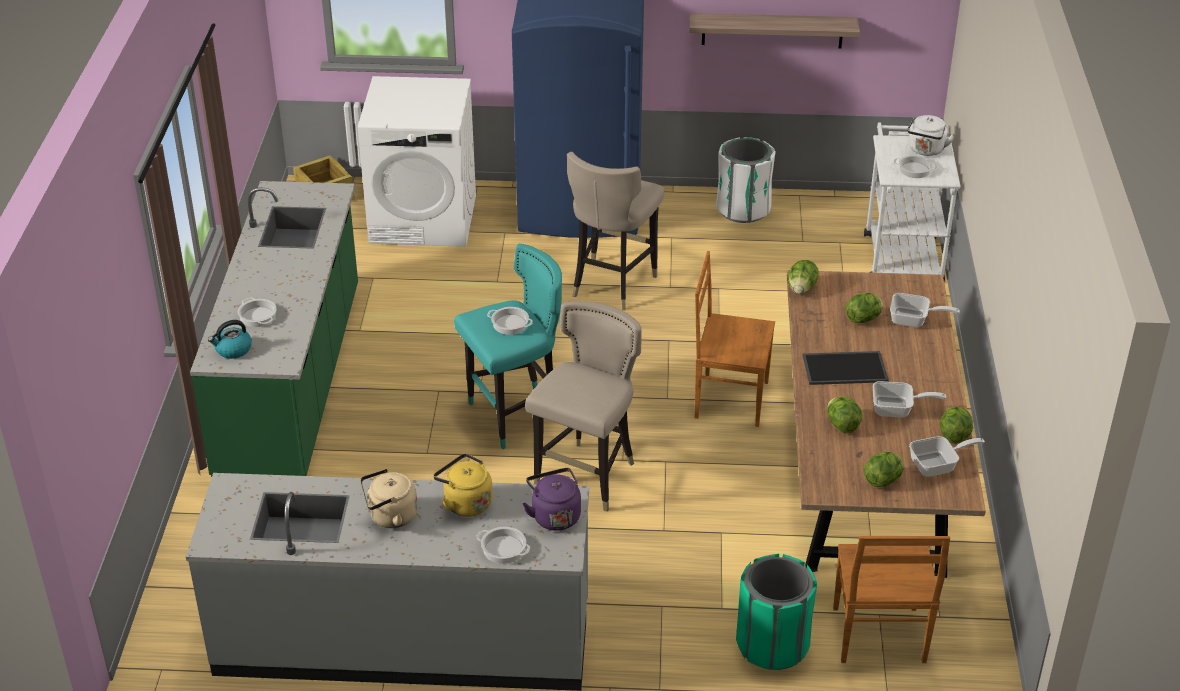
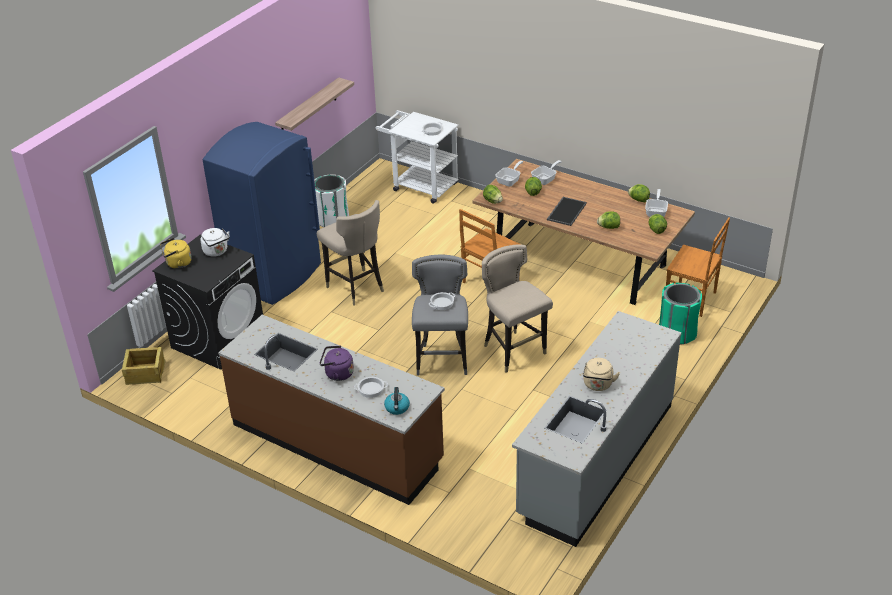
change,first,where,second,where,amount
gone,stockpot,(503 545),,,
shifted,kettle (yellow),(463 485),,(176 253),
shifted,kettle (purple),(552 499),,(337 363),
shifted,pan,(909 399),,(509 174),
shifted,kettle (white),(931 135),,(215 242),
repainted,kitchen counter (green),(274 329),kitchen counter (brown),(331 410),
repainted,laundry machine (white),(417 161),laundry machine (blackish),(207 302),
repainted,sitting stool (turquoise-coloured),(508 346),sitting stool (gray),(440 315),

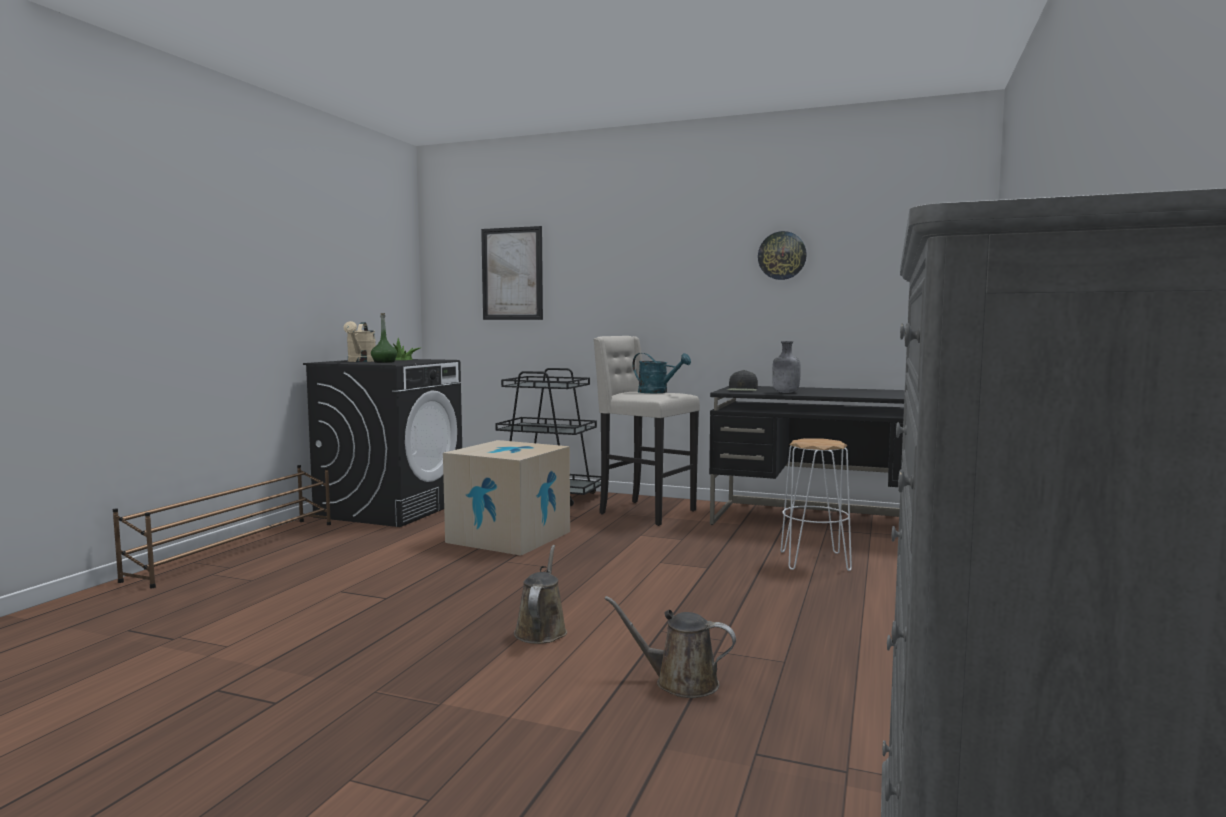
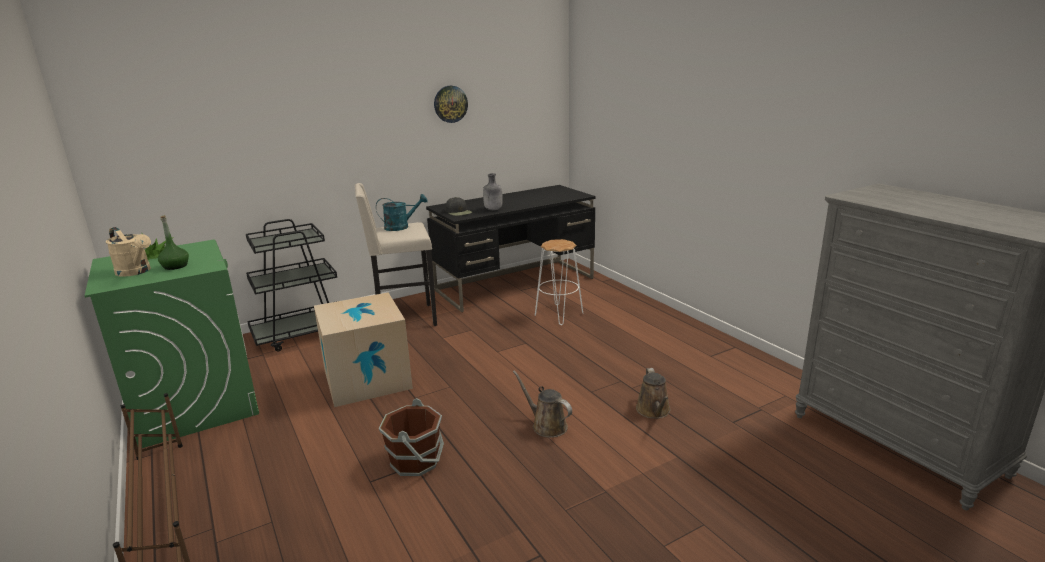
change,first,where,second,where,amount
gone,wall art,(512 273),,,
new,,,bucket (brown),(411 437),
repainted,laundry machine (blackish),(382 443),laundry machine (green),(172 344),
rotated,watering can (brown),(670 647),,(653 393),60 degrees counterclockwise

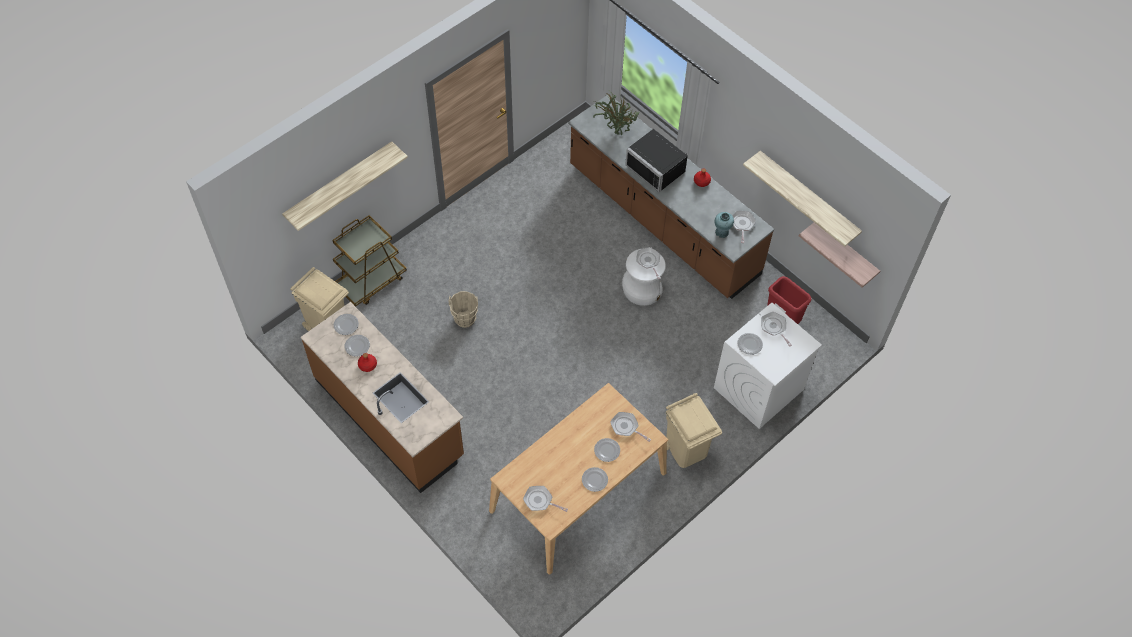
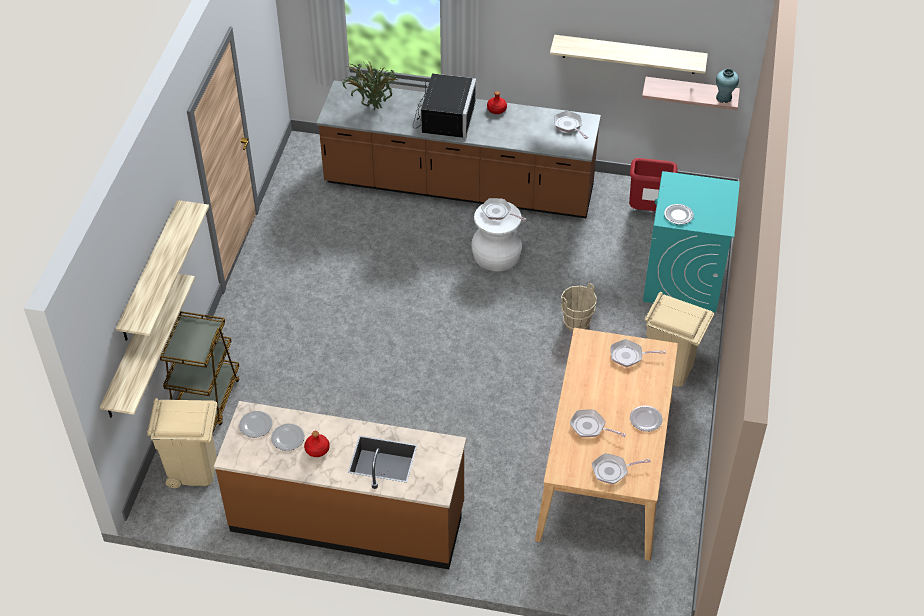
change,first,where,second,where,amount
gone,plate,(607 450),,,
new,,,shelf,(147 346),
shifted,bucket (beige-coloured),(463 309),,(579 307),
shifted,vase (turquoise-coloured),(724 225),,(727 86),
shifted,pan,(776 329),,(598 423),
repainted,laundry machine (white),(768 366),laundry machine (turquoise-coloured),(691 241),
rotated,microwave (blackish),(656 160),,(444 106),90 degrees counterclockwise

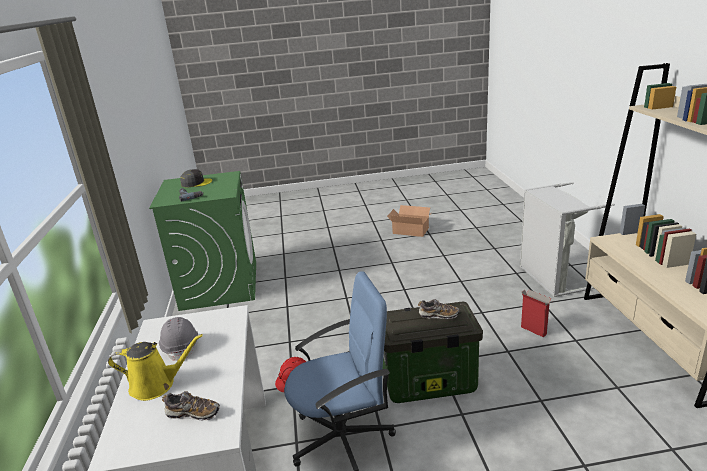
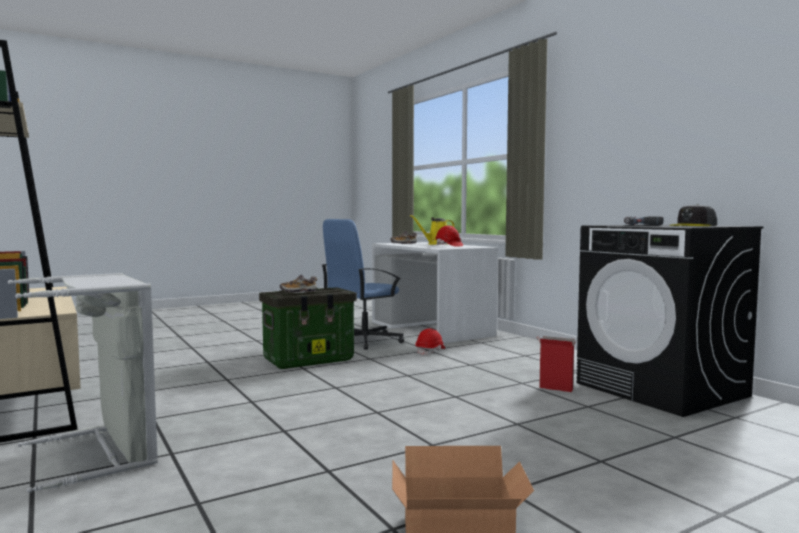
change,first,where,second,where,amount
shifted,carton,(536 313),,(556 364),
repainted,laundry machine (green),(202 241),laundry machine (blackish),(670 321),
repainted,work helmet (gray),(178 339),work helmet (red-coloured),(449 236),

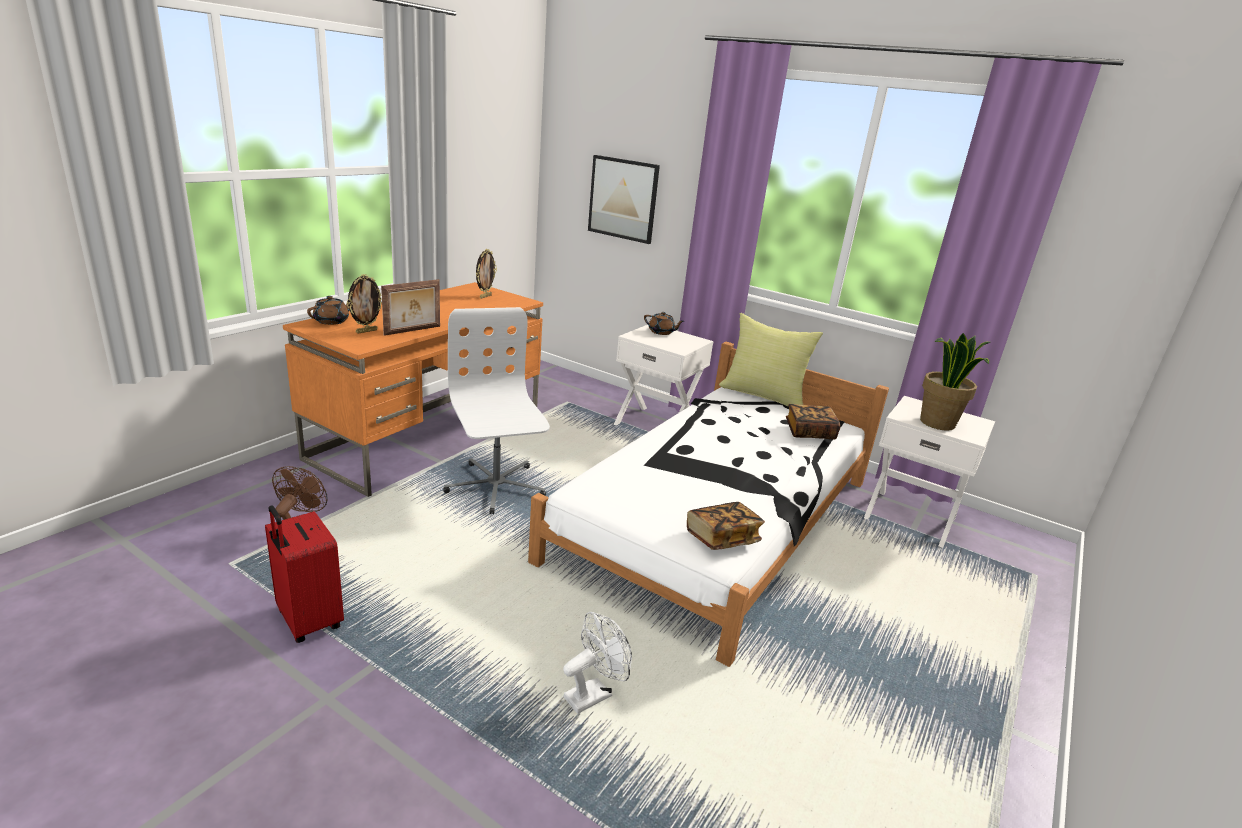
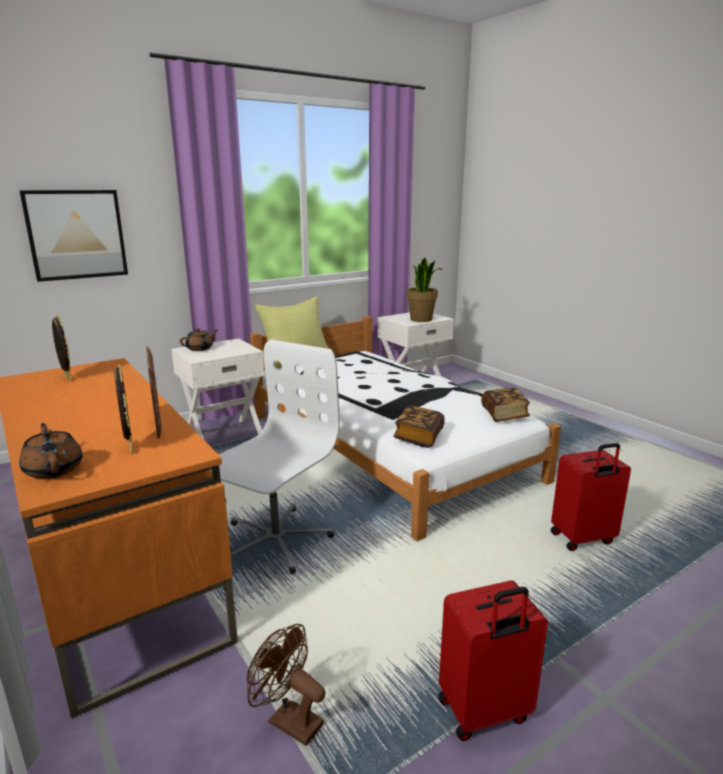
change,first,where,second,where,amount
shifted,bound book,(813 421),,(419 427),
swapped,fan (white),(597 663),suitcase (red-coloured),(591 497),
rotated,office chair (white),(496 410),,(275 456),120 degrees clockwise

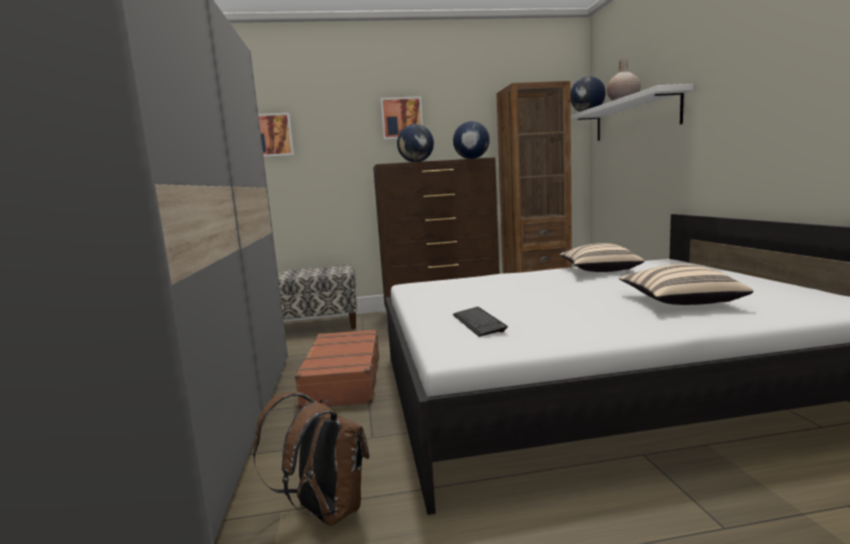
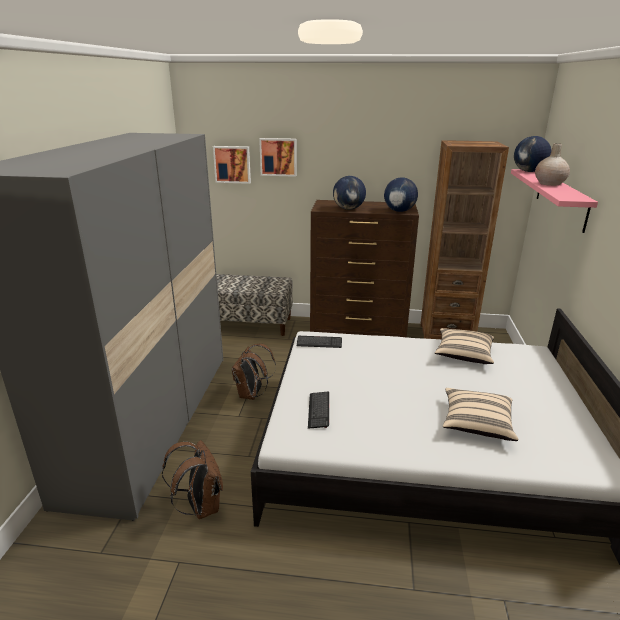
change,first,where,second,where,amount
new,,,PC keyboard,(319 342),
shifted,wall art,(402 118),,(278 157),
swapped,suitcase (brown),(336 369),backpack (brown),(254 372),
repainted,shelf (white),(632 112),shelf (pinkish),(554 201),

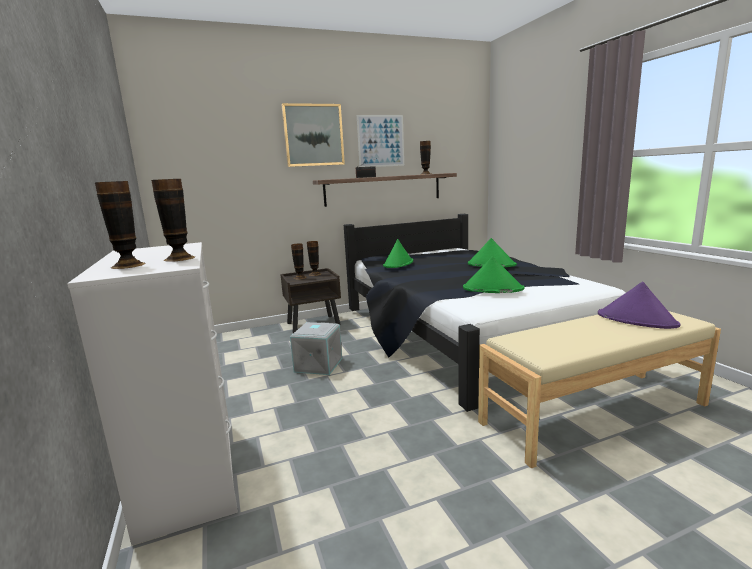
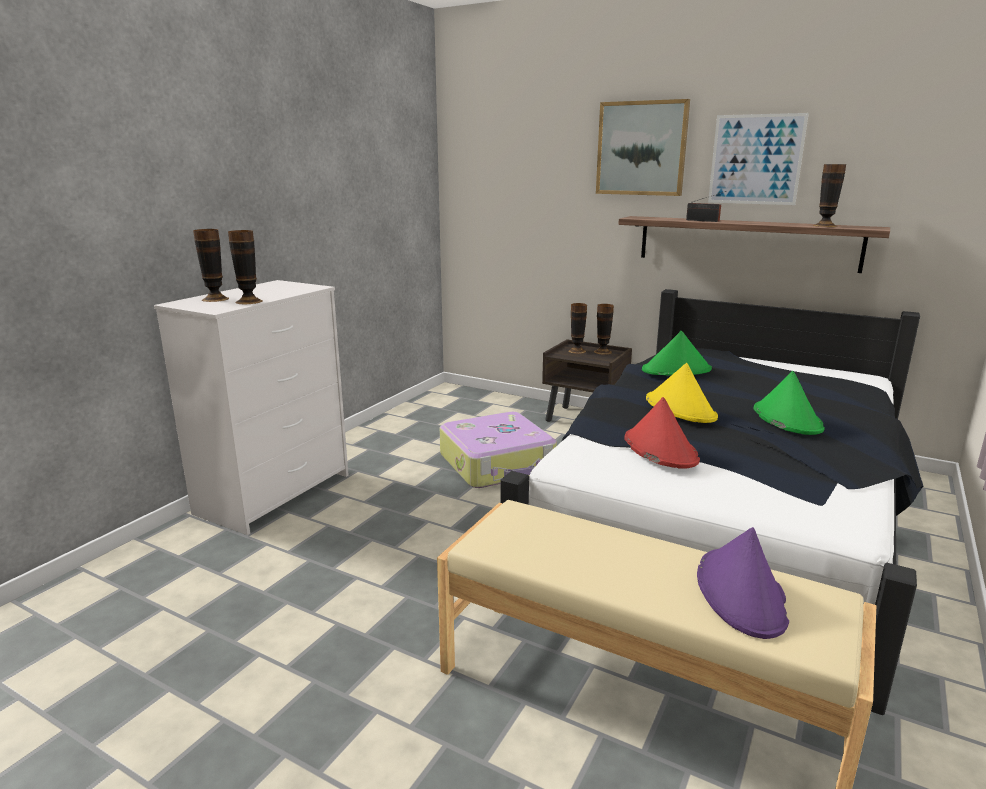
change,first,where,second,where,amount
new,,,hat (yellow),(682 393),
swapped,storage box (gray),(316 348),suitcase,(498 450),
repainted,hat (green),(494 274),hat (red-coloured),(662 433),

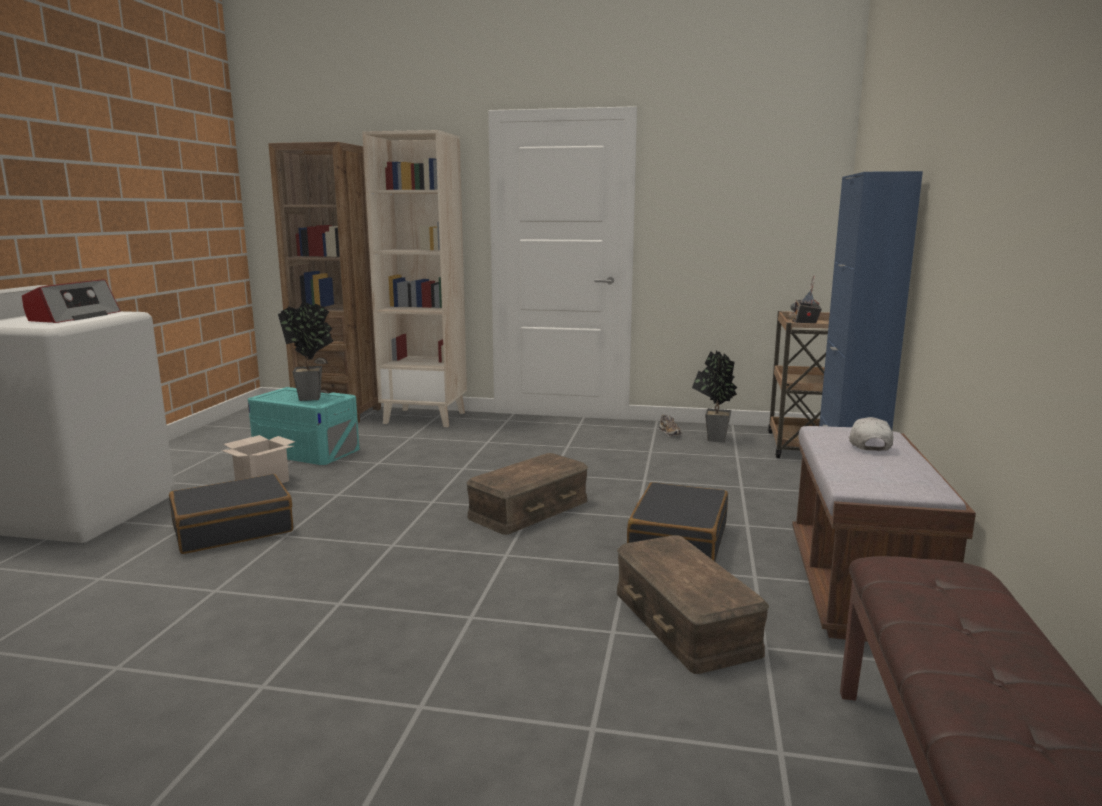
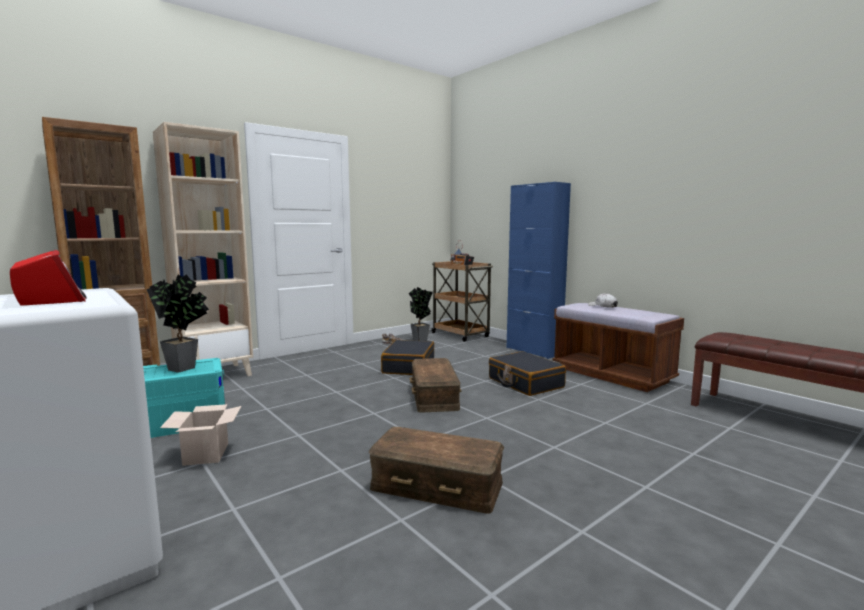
change,first,where,second,where,amount
shifted,suitcase (blackish),(231 514),,(407 357),
shifted,storage box (brown),(693 604),,(436 470),

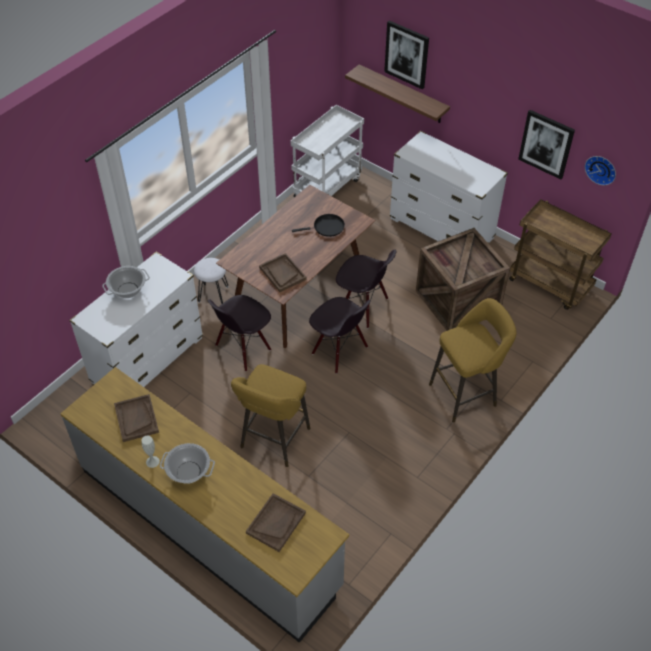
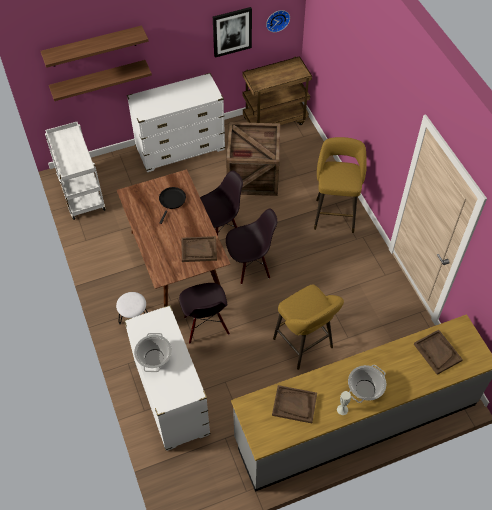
change,first,where,second,where,amount
swapped,wall art,(406 55),shelf,(95 46),

